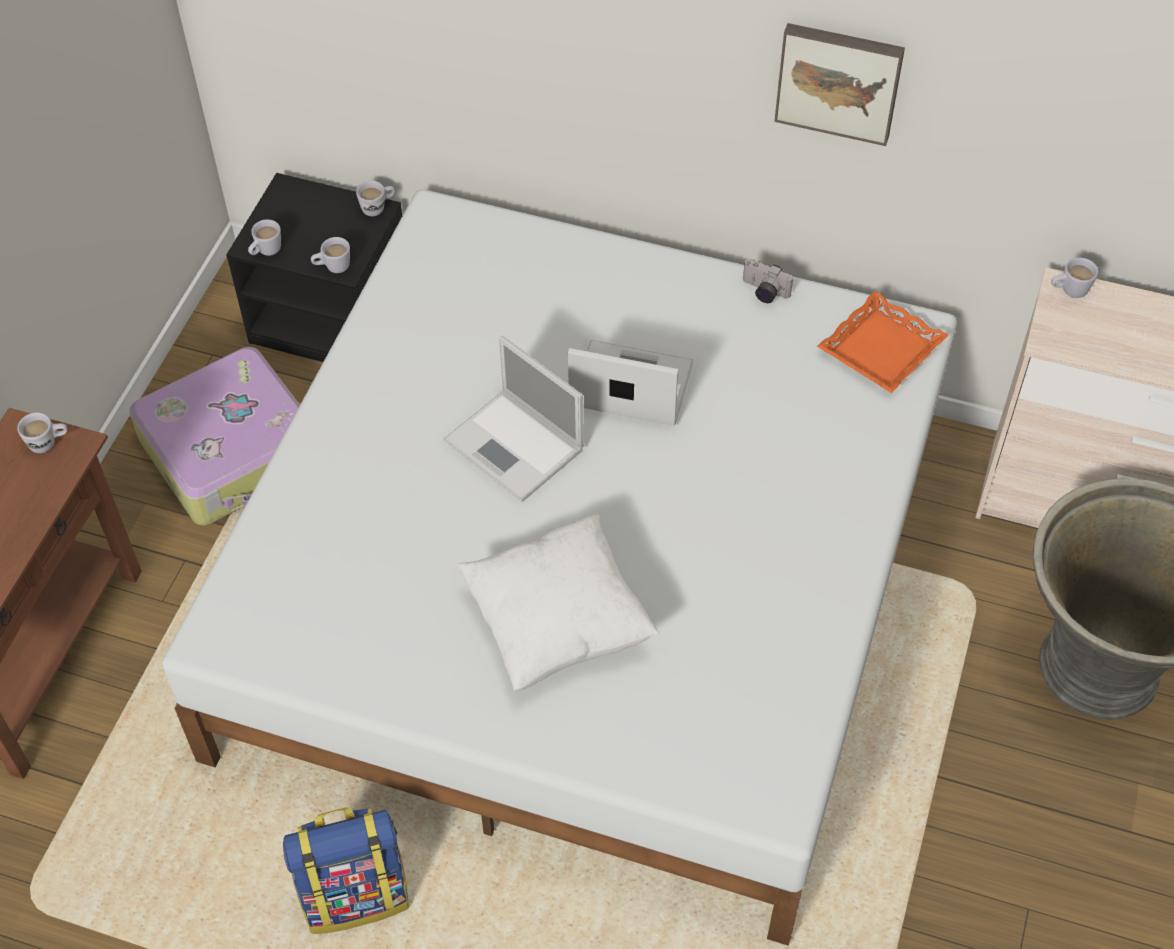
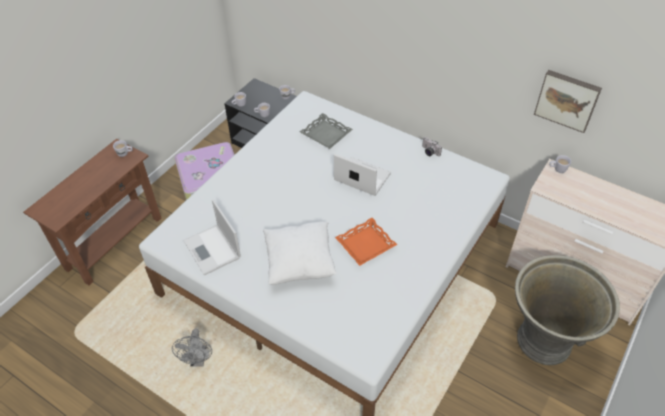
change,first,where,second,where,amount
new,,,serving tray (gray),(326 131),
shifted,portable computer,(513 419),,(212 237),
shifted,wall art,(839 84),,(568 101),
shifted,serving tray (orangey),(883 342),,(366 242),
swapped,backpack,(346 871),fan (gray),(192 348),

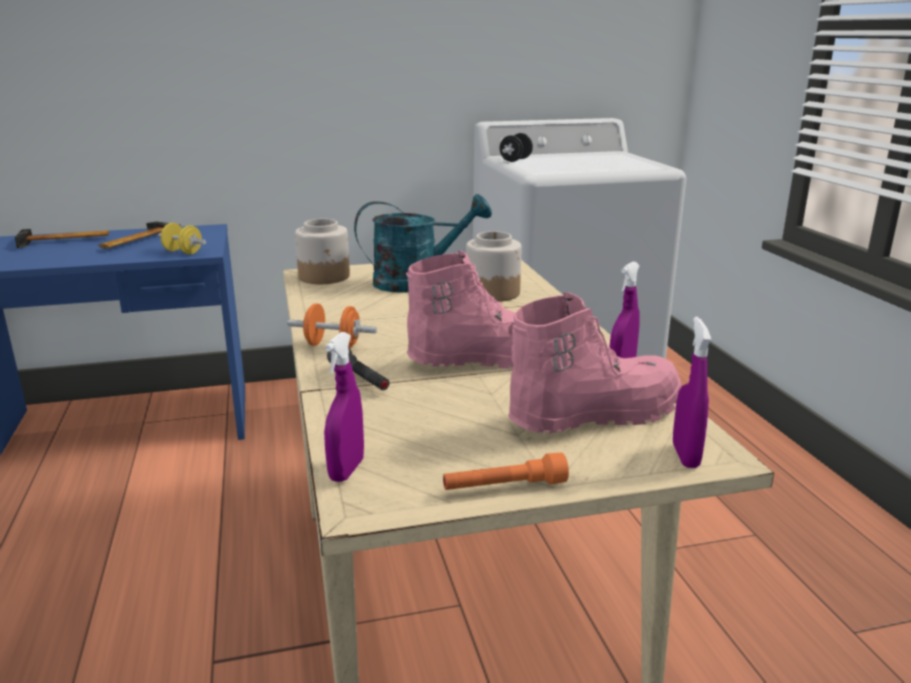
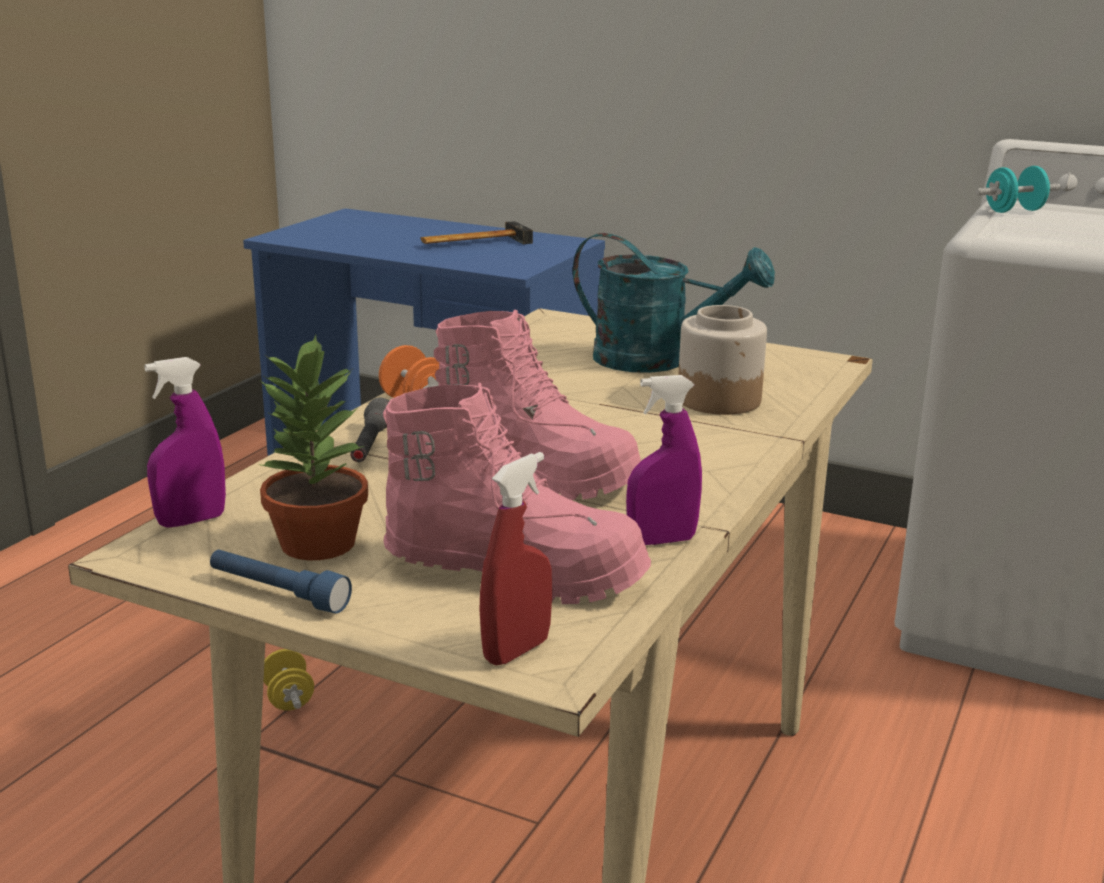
change,first,where,second,where,amount
gone,hammer,(62 238),,,
gone,storage jar,(322 251),,,
new,,,houseplant,(313 447),
shifted,dumbbell (yellow),(182 238),,(289 680),
repainted,torch (orangey),(506 471),torch (bluish),(281 582),
repainted,dumbbell (blackish),(516 147),dumbbell (turquoise-coloured),(1018 189),
repainted,hand sprayer (purple),(692 392),hand sprayer (red-coloured),(515 559),

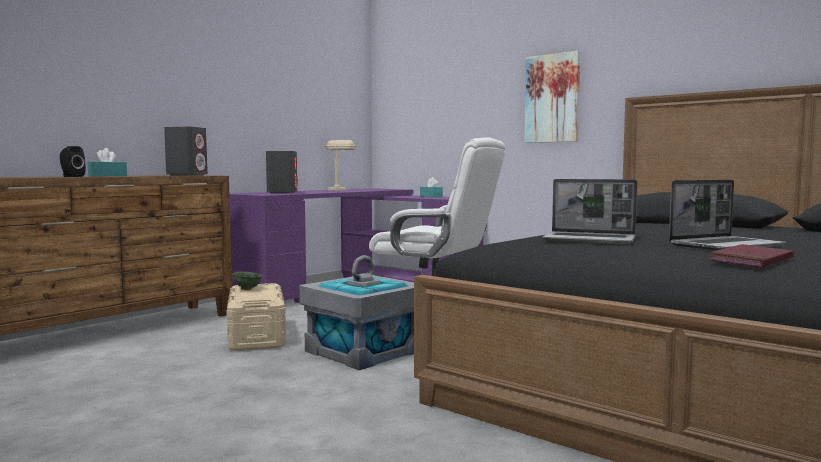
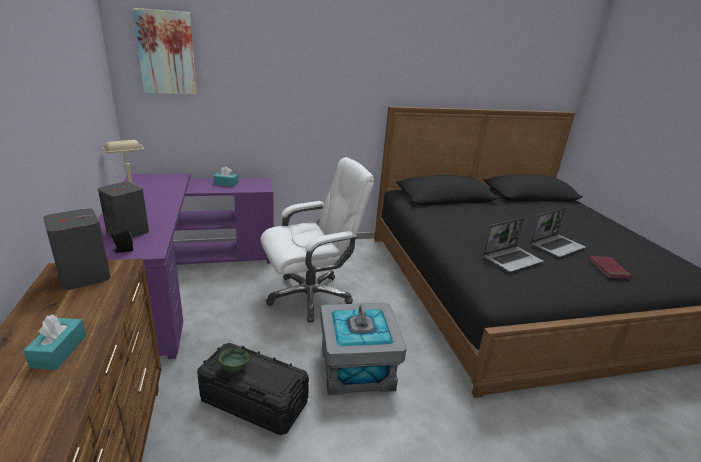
change,first,where,second,where,amount
shifted,speaker (blackish),(73 161),,(122 238),
shifted,wall art,(552 97),,(165 51),
repainted,storage box (beige-coloured),(256 317),storage box (blackish),(253 389),
rotated,portable computer,(727 215),,(558 232),45 degrees clockwise

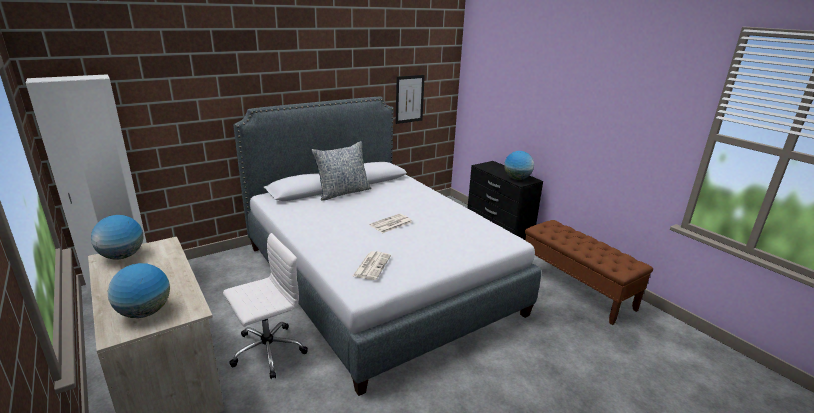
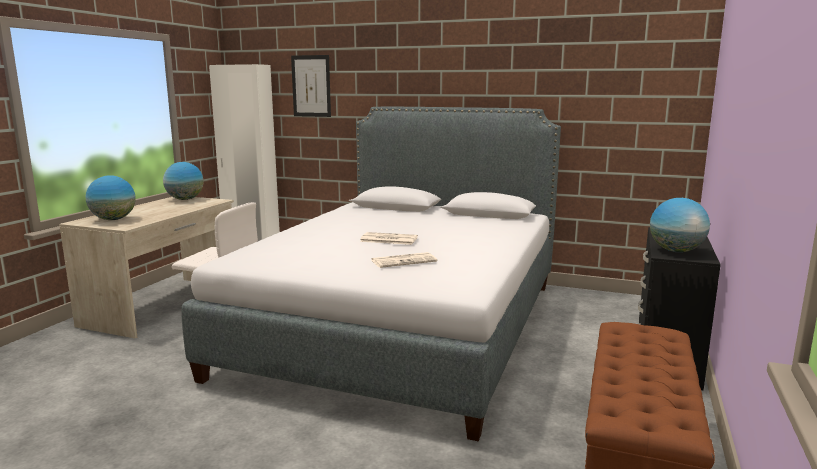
change,first,where,second,where,amount
gone,pillow,(341 171),,,
shifted,printed paper,(372 265),,(404 260),
shifted,wall art,(410 99),,(311 86),

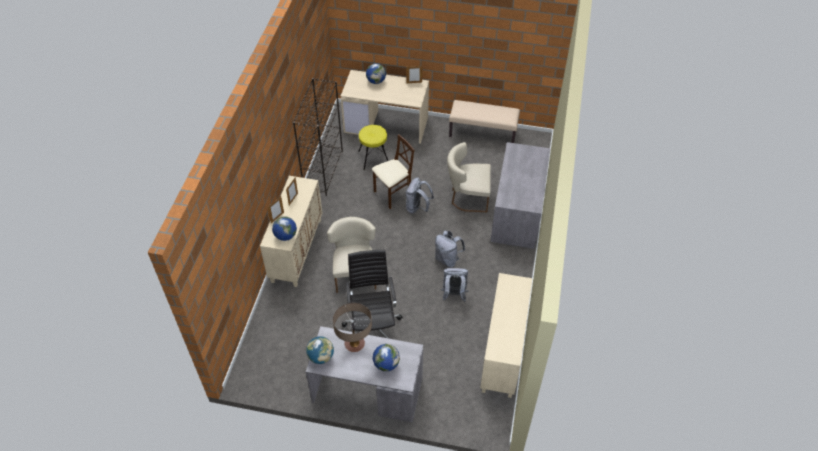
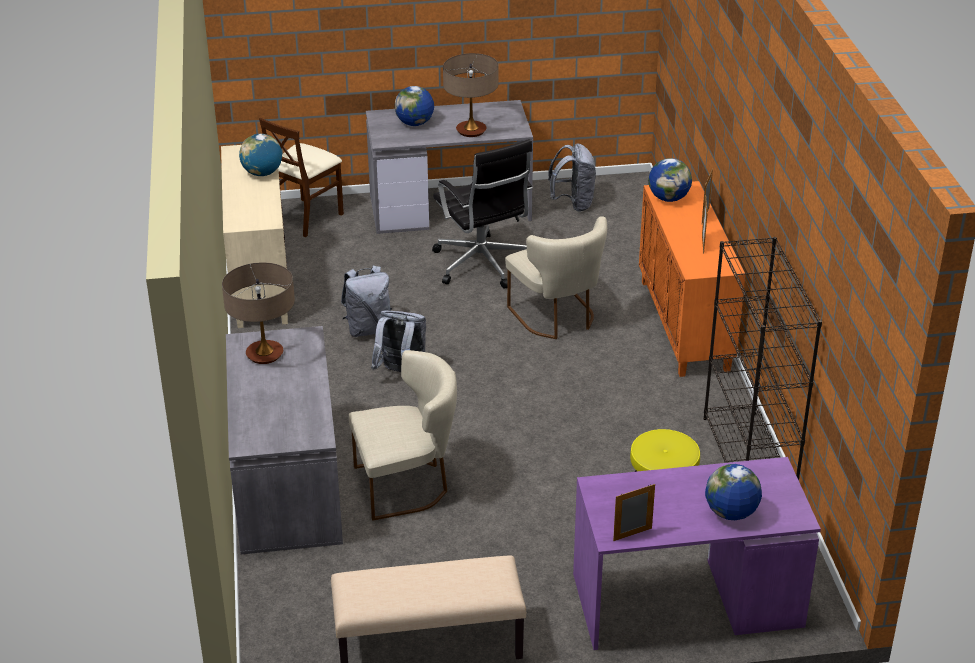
change,first,where,second,where,amount
new,,,table lamp,(258 313),
shifted,world globe,(320 350),,(260 155),
shifted,plain chair (beige-coloured),(393 171),,(301 177),
shifted,backpack (gray),(419 195),,(572 177),
repainted,cupboard (beige-coloured),(291 231),cupboard (orangey),(692 279),
repainted,desk table (beige-coloured),(385 107),desk table (purple),(697 553),

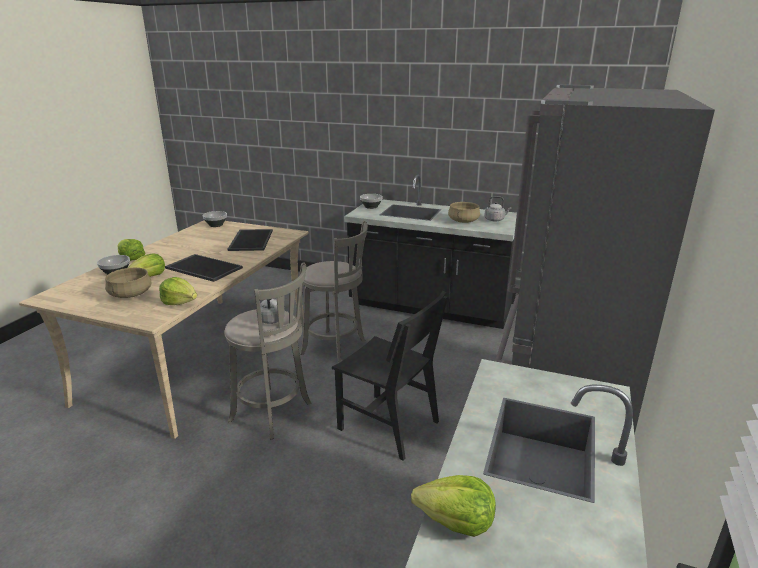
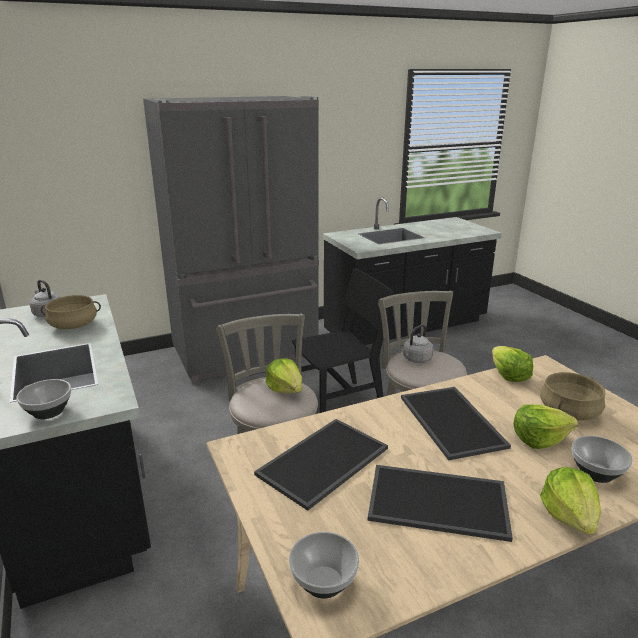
change,first,where,second,where,amount
new,,,serving tray,(440 503),
shifted,head of lettuce,(453 506),,(283 375),
rotated,plain chair (blackish),(390 376),,(342 340),75 degrees clockwise

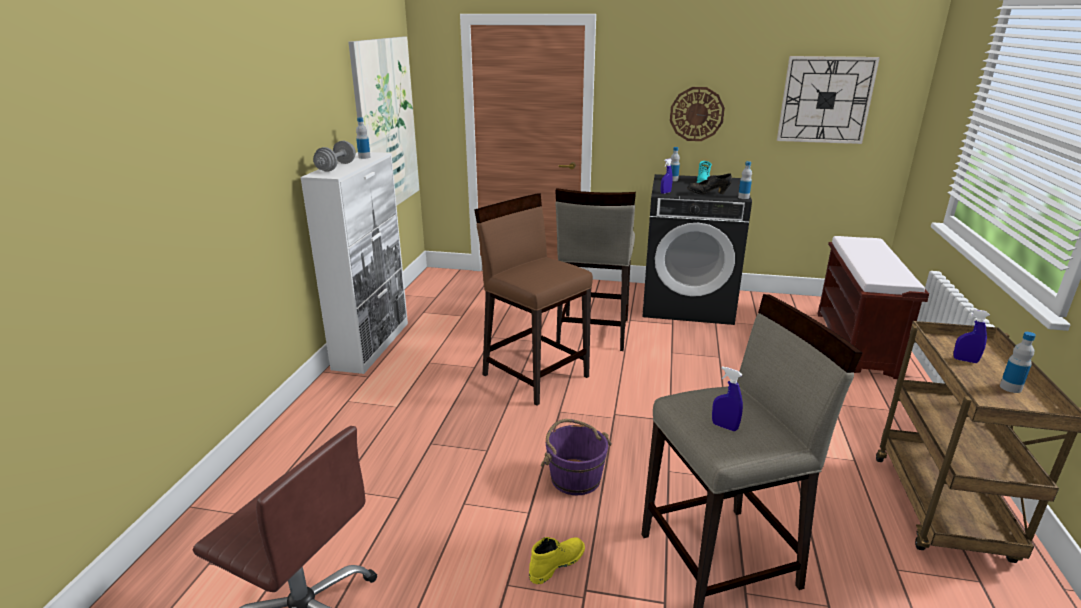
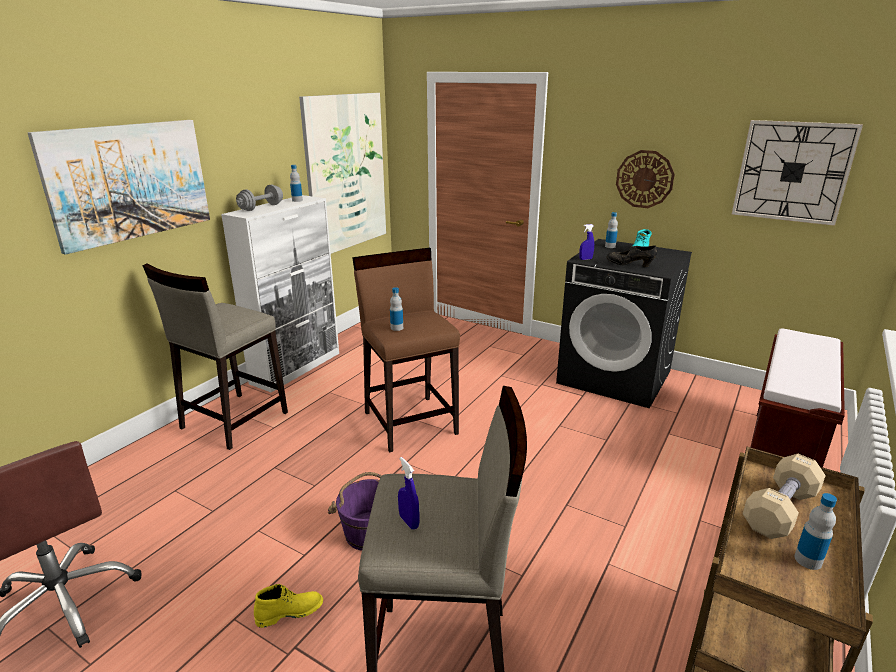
change,first,where,second,where,amount
new,,,wall art,(119 187),
shifted,sitting stool (beige-coloured),(595 269),,(215 356),
shifted,beverage bottle,(745 180),,(396 309),
swapped,hand sprayer (bluish),(971 336),dumbbell (beige-coloured),(784 496),

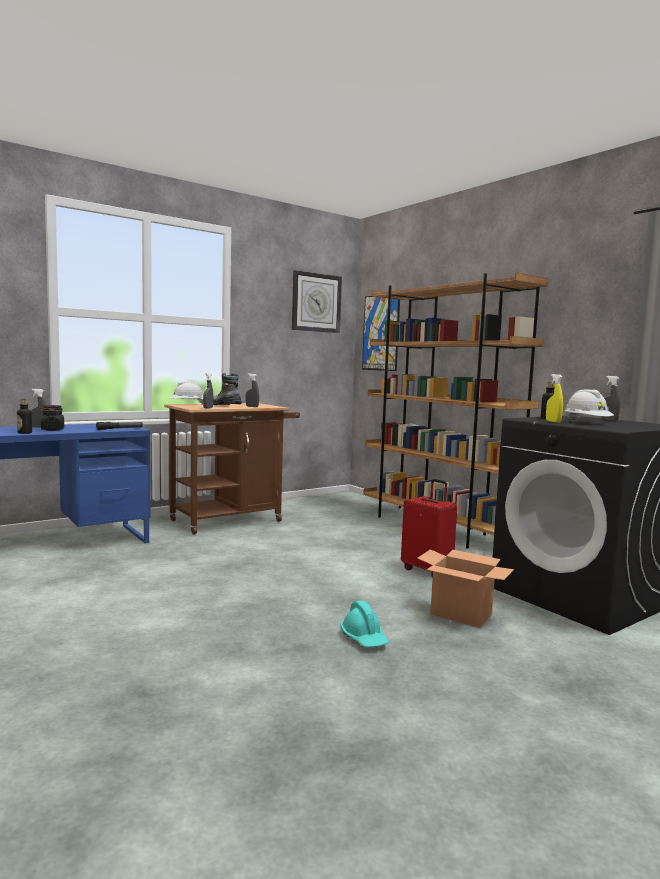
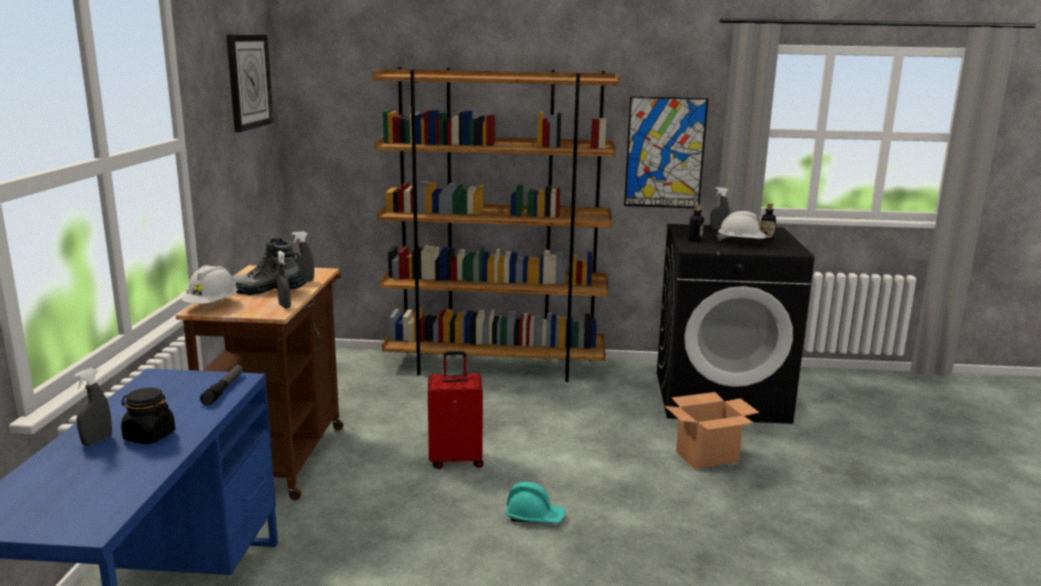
change,first,where,second,where,amount
gone,hand sprayer (yellow),(554 398),,,
shifted,beverage bottle,(24 416),,(768 222),
shifted,work helmet (turquoise-coloured),(364 624),,(535 502),
shifted,wall art,(381 333),,(666 152),
shifted,suitcase (red-coloured),(429 528),,(455 410),

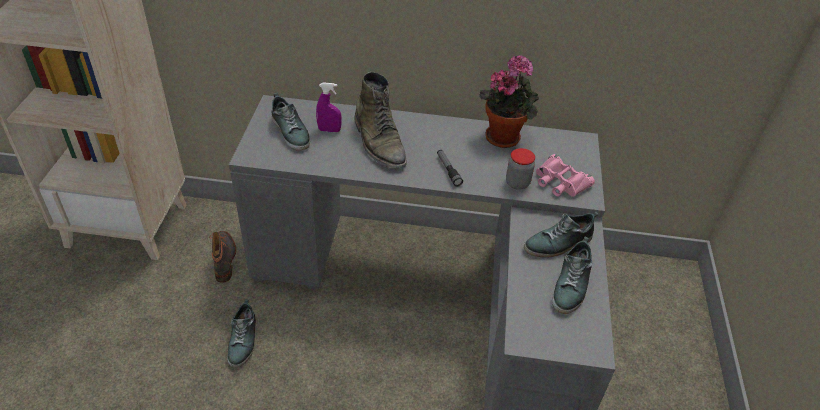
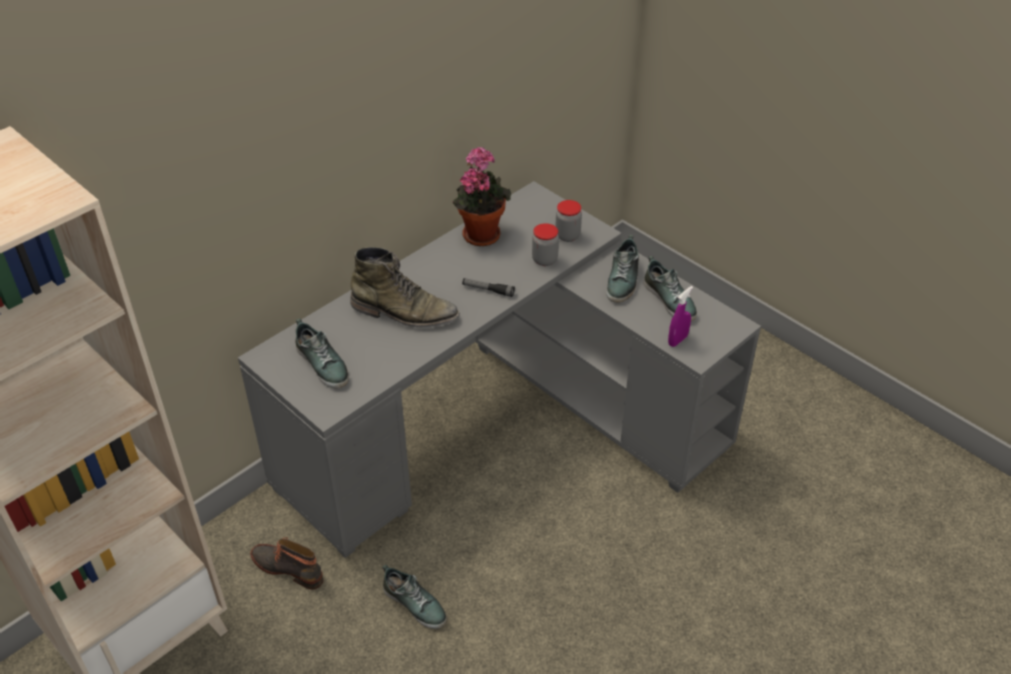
change,first,where,second,where,amount
shifted,hand sprayer (purple),(328 107),,(680 316),
swapped,pair of binoculars (pinkish),(565 175),storage jar,(569 221),
rotated,shoe,(291 122),,(322 353),45 degrees clockwise

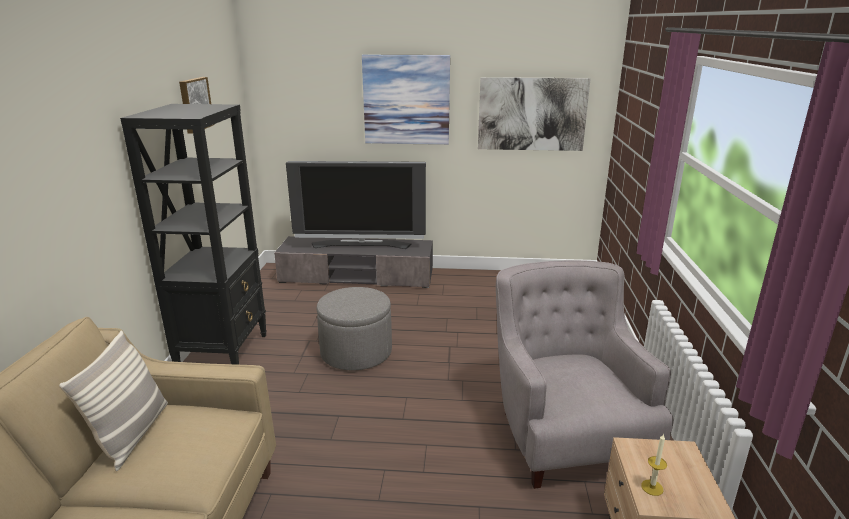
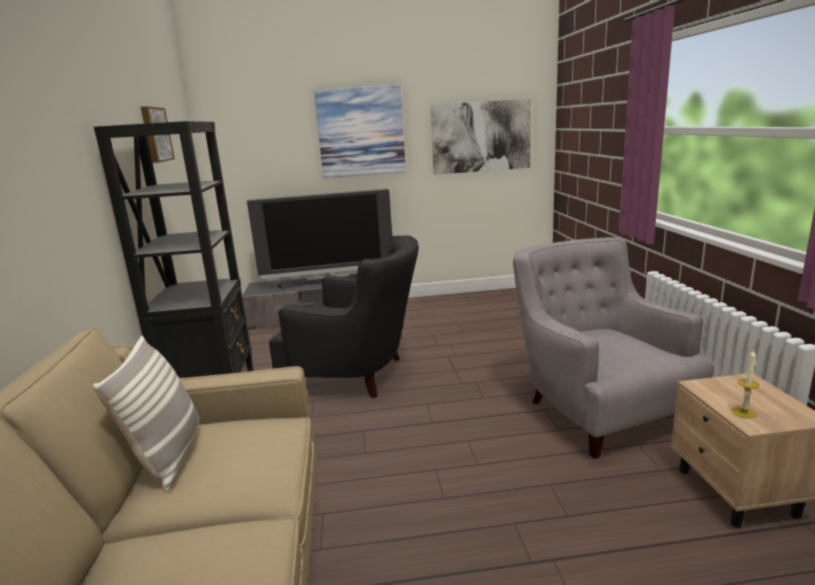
change,first,where,second,where,amount
swapped,pouffe (gray),(354 328),easy chair (blackish),(344 316),

